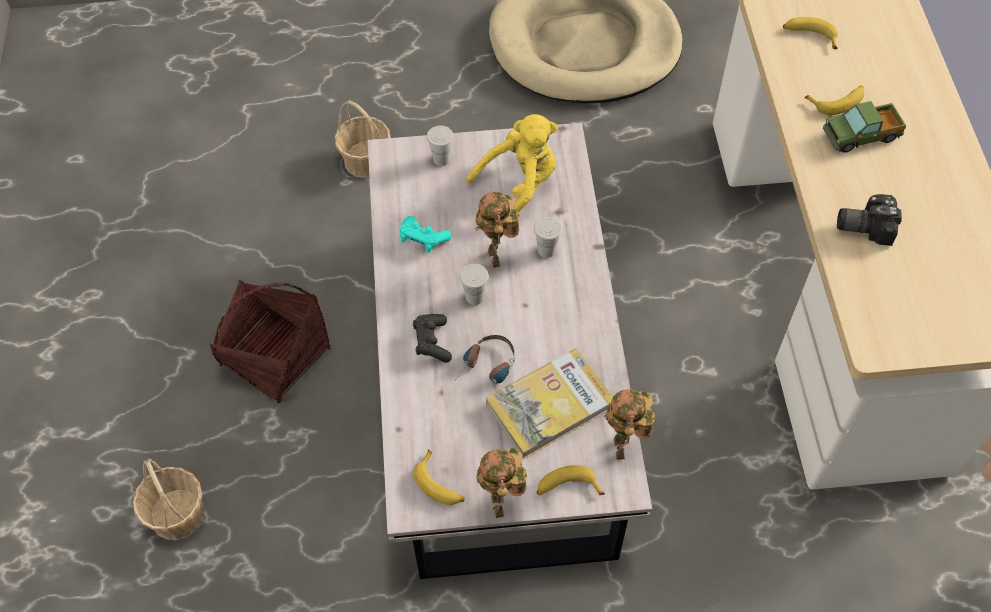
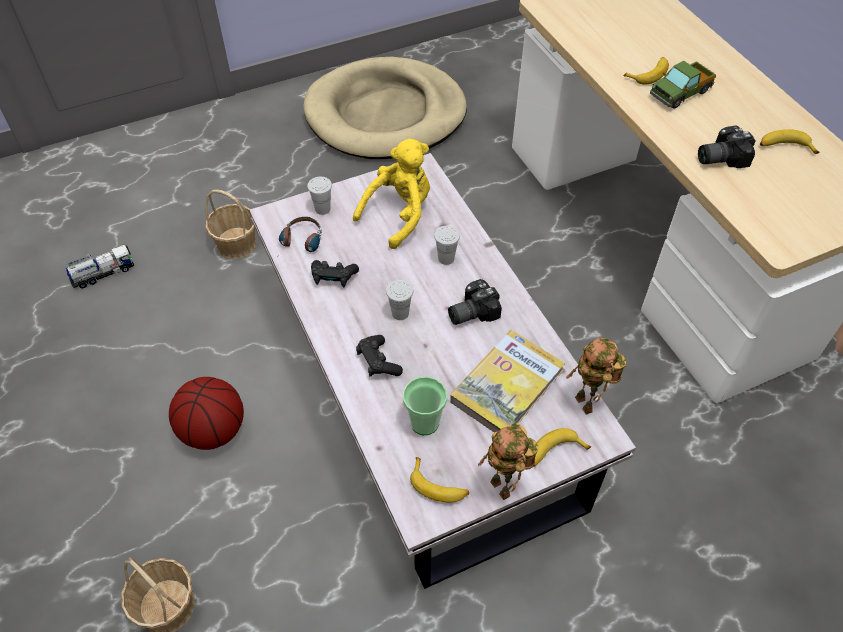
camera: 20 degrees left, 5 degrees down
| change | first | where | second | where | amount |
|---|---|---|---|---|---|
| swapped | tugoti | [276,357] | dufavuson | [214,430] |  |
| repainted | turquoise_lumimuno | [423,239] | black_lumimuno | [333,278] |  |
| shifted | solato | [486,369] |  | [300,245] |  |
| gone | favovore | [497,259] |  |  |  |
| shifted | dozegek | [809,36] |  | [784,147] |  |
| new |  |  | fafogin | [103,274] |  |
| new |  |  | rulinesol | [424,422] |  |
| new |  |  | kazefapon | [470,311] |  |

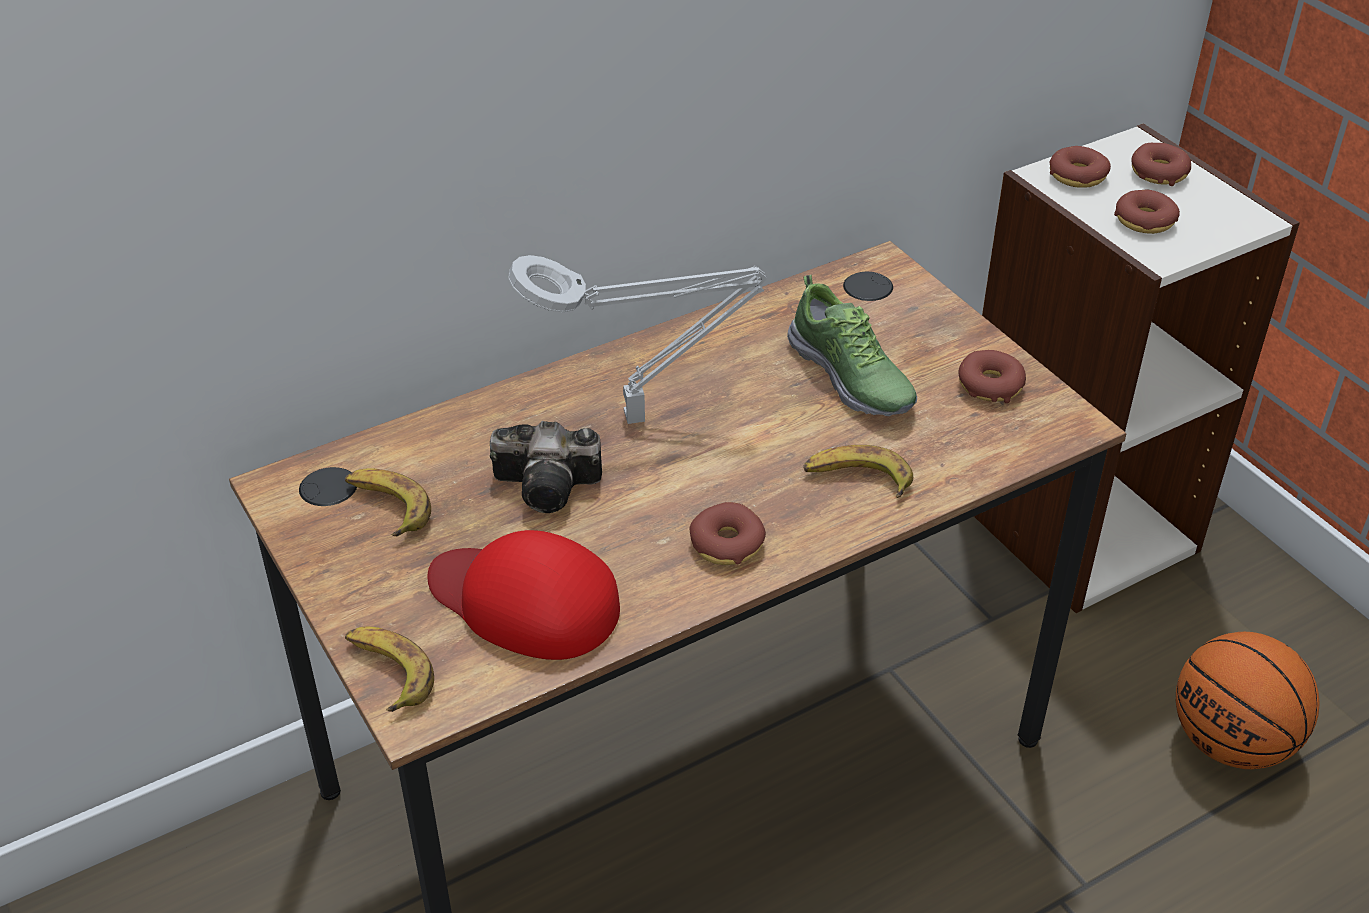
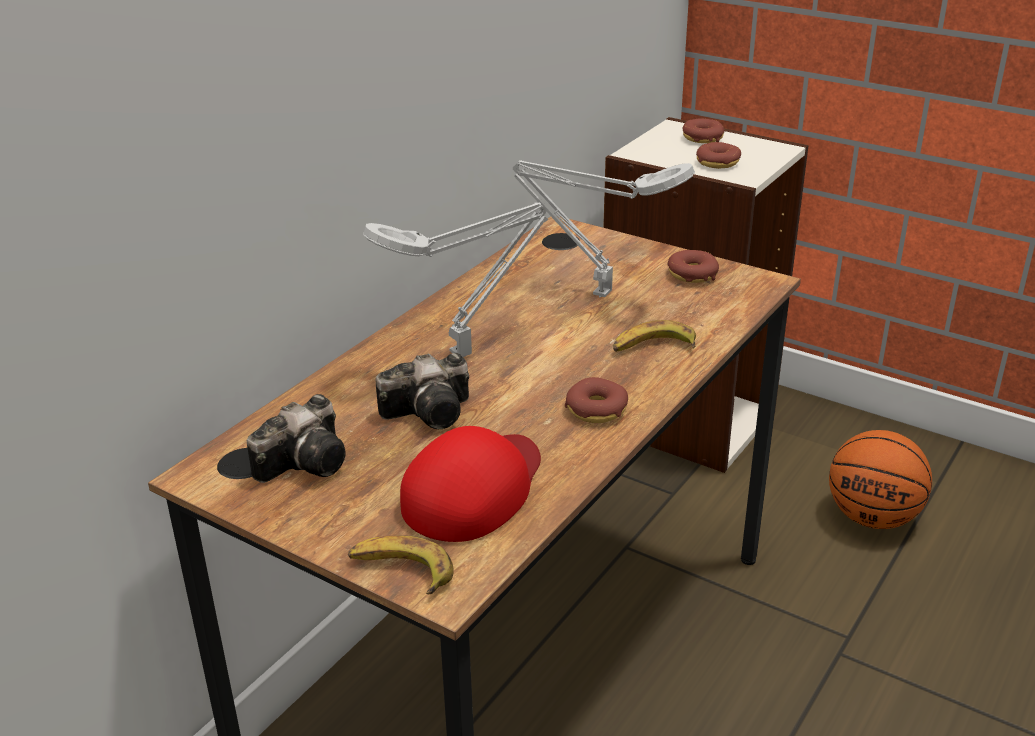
camera: 25 degrees left, 10 degrees down
| change | first | where | second | where | amount |
|---|---|---|---|---|---|
| swapped | dozegek | [387,506] | kazefapon | [308,461] |  |
| rotated | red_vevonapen | [525,601] |  | [474,489] | 120 degrees clockwise |
| swapped | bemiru | [851,378] | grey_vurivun | [596,293] |  |
| gone | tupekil | [1077,176] |  |  |  |

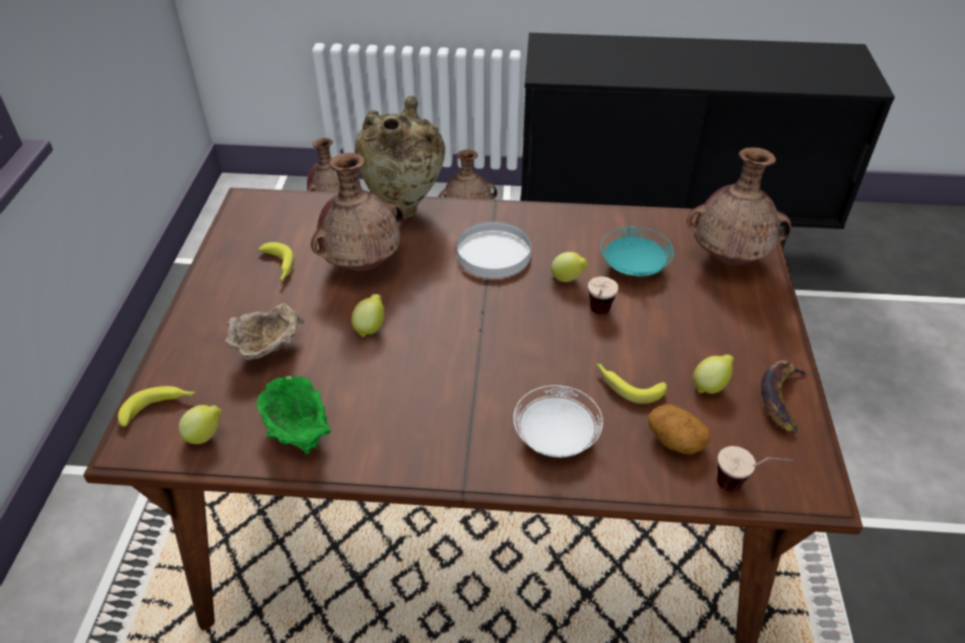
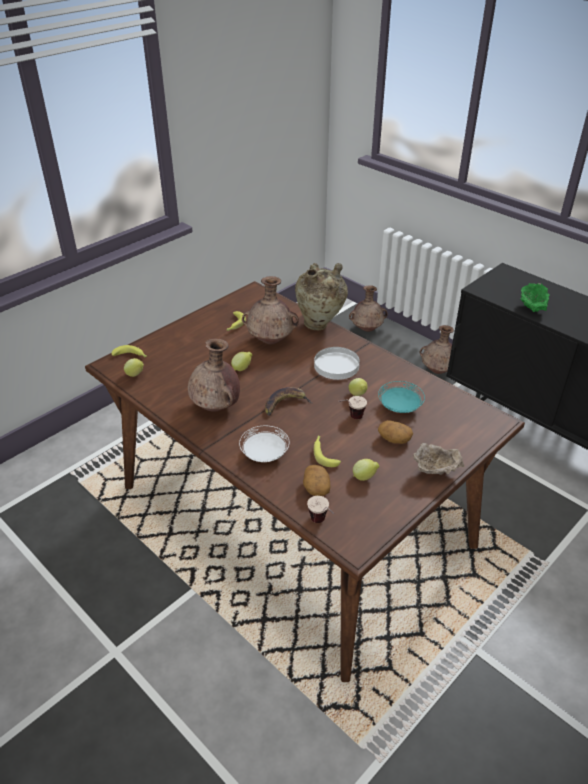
camera: 40 degrees right, 5 degrees down
| change | first | where | second | where | amount |
|---|---|---|---|---|---|
| shifted | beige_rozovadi | [269,349] |  | [436,471] |  |
| shifted | green_rozovadi | [298,432] |  | [531,308] |  |
| shifted | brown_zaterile | [730,258] |  | [216,407] |  |
| shifted | dozegek | [781,398] |  | [285,404] |  |
| new |  |  | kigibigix | [394,439] |  |

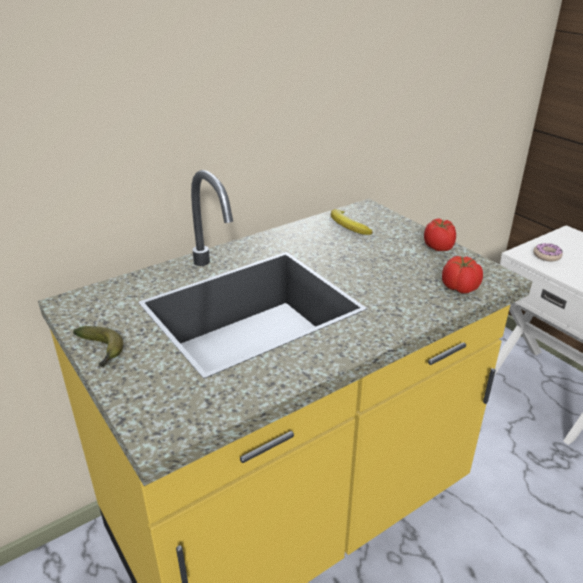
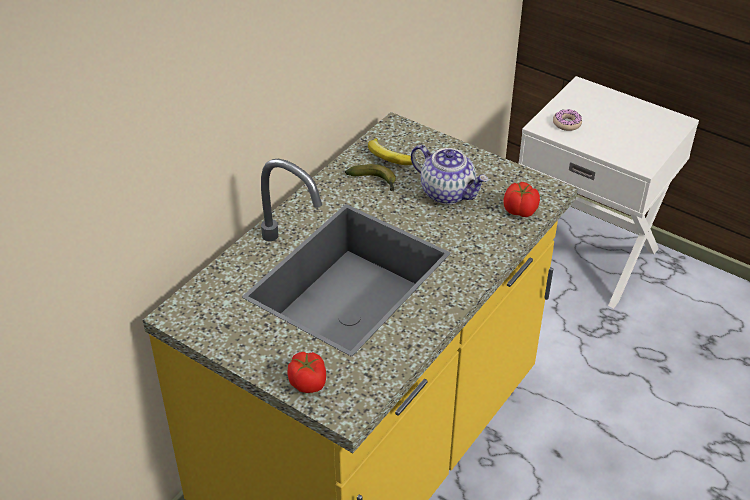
camera: 20 degrees left, 10 degrees up
| change | first | where | second | where | amount |
|---|---|---|---|---|---|
| shifted | dozegek | [101,351] |  | [375,182] |  |
| shifted | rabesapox | [438,247] |  | [308,383] |  |
| new |  |  | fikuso | [448,192] |  |

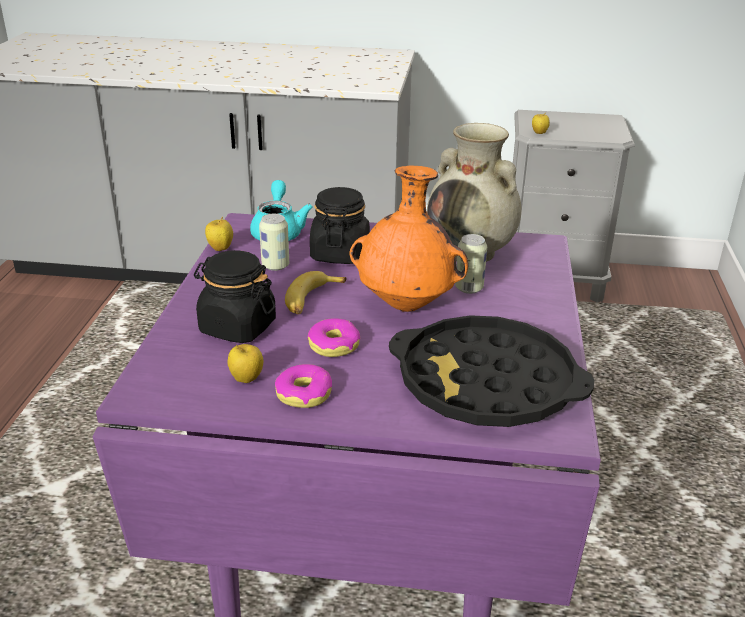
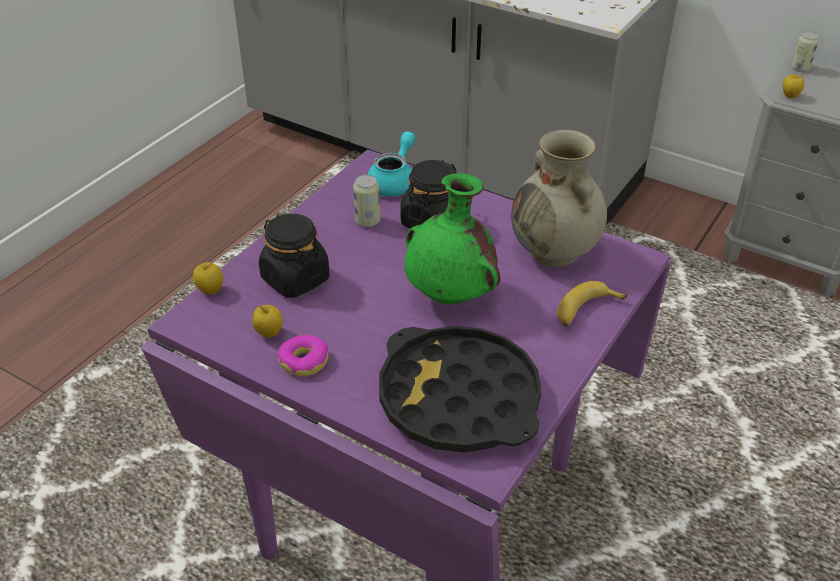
camera: 25 degrees right, 10 degrees up
| change | first | where | second | where | amount |
|---|---|---|---|---|---|
| shifted | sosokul | [220,248] |  | [210,291] |  |
| shifted | dozegek | [311,300] |  | [585,311] |  |
| gone | tupekil | [334,345] |  |  |  |
| repainted | orange_zaterile | [407,305] | green_zaterile | [451,296] |  |
| shifted | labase | [469,288] |  | [800,68] |  |

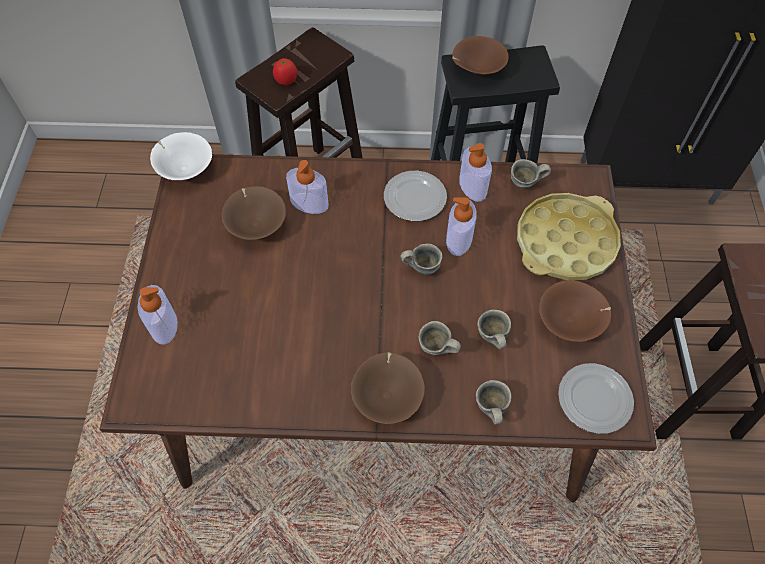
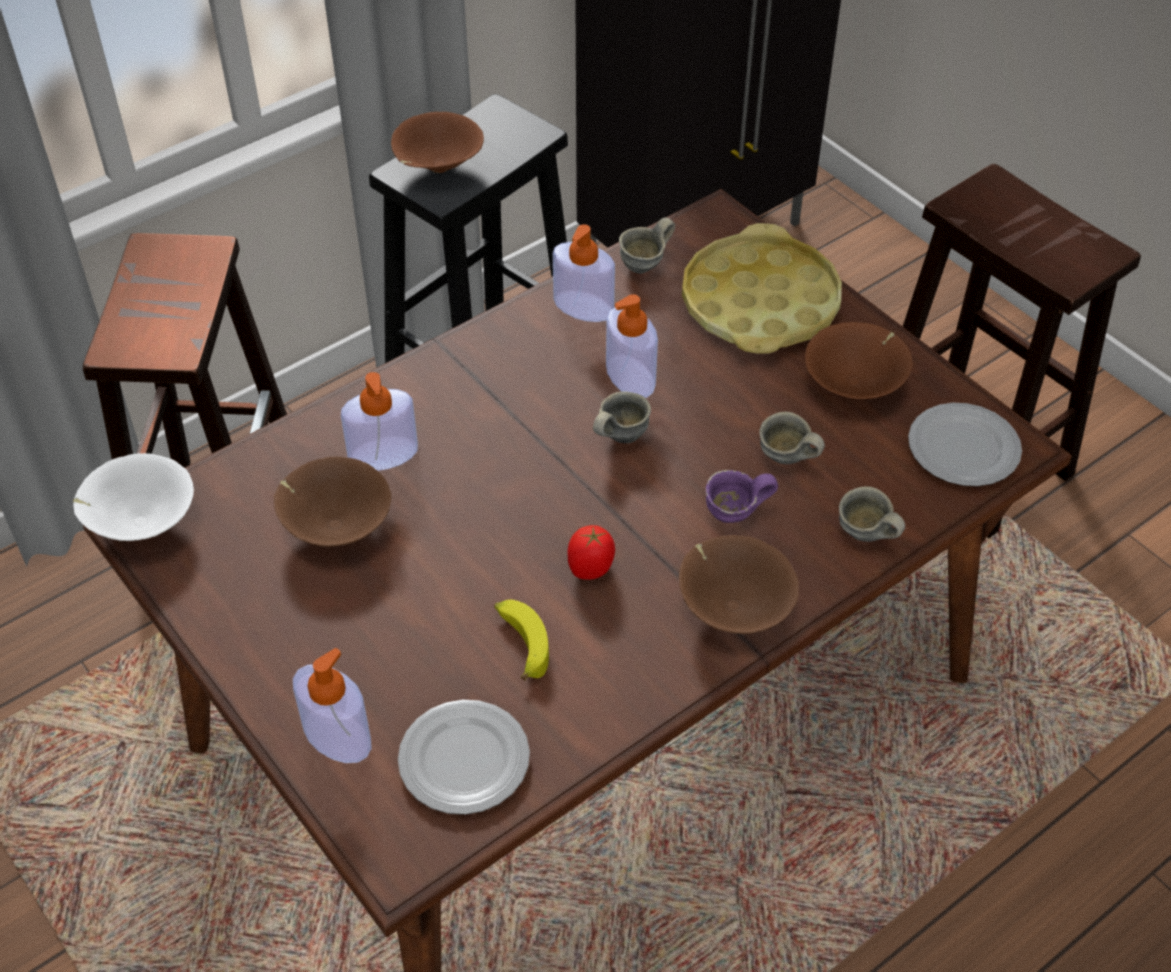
camera: 40 degrees left, 10 degrees down
| change | first | where | second | where | amount |
|---|---|---|---|---|---|
| shifted | rabesapox | [286,81] |  | [591,569] |  |
| shifted | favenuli | [414,198] |  | [463,761] |  |
| repainted | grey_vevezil | [436,350] | purple_vevezil | [735,517] |  |
| new |  |  | dozegek | [521,643] |  |

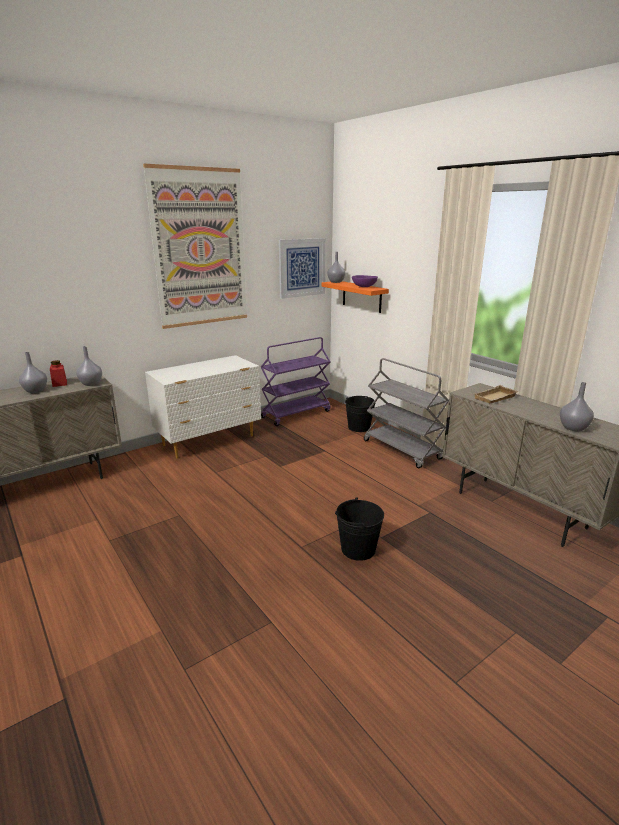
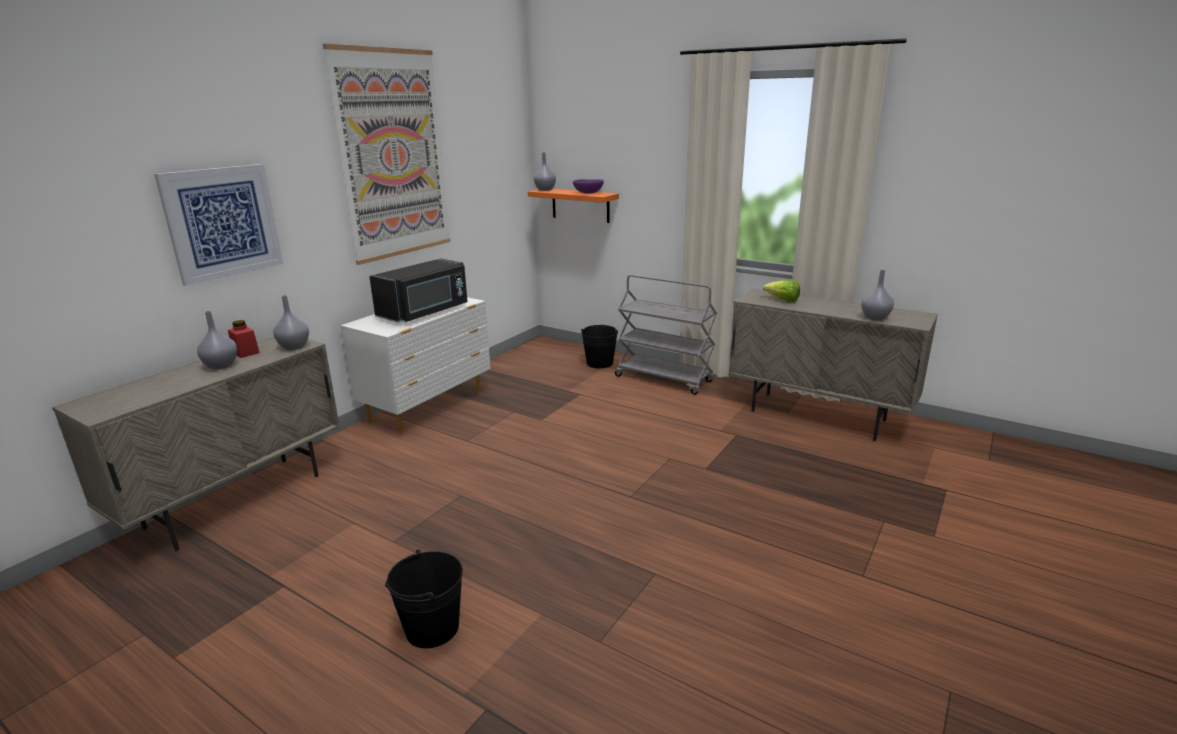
camera: 20 degrees left, 0 degrees up
| change | first | where | second | where | amount |
|---|---|---|---|---|---|
| gone | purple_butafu | [296,414] |  |  |  |
| shifted | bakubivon | [302,268] |  | [223,222] |  |
| shifted | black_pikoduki | [358,549] |  | [432,628] |  |
| swapped | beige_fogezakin | [495,398] | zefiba | [782,301] |  |
| new |  |  | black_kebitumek | [425,312] |  |

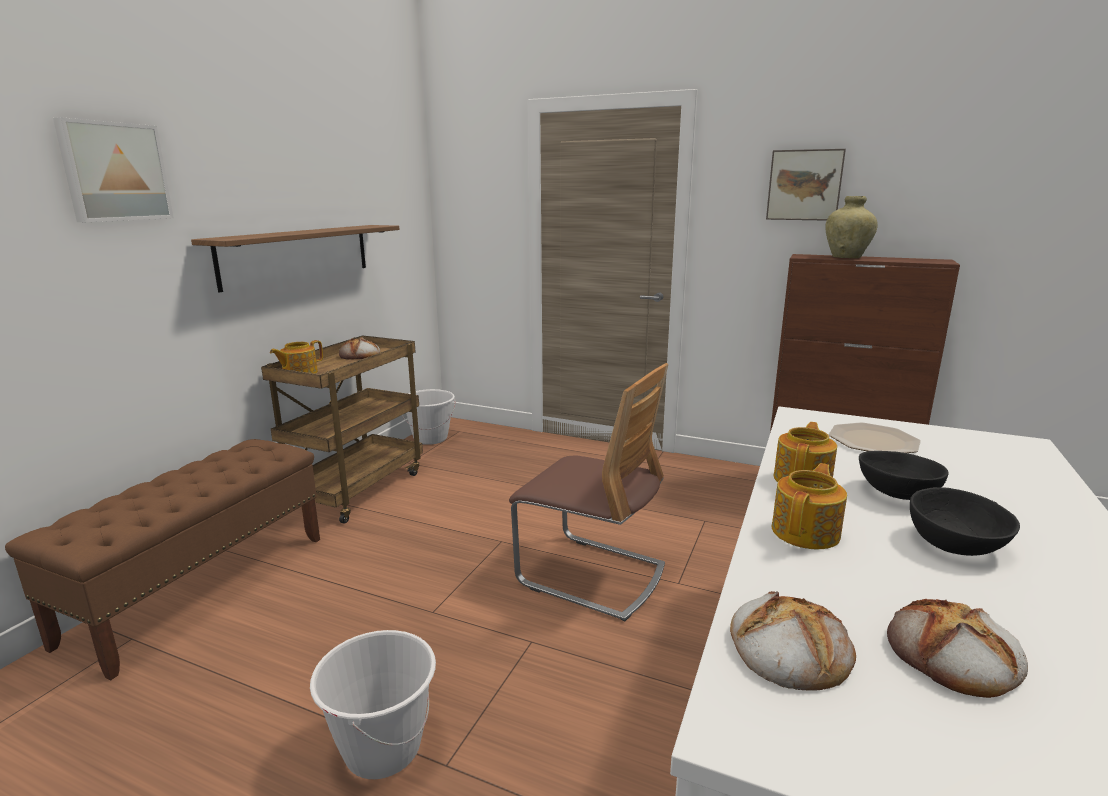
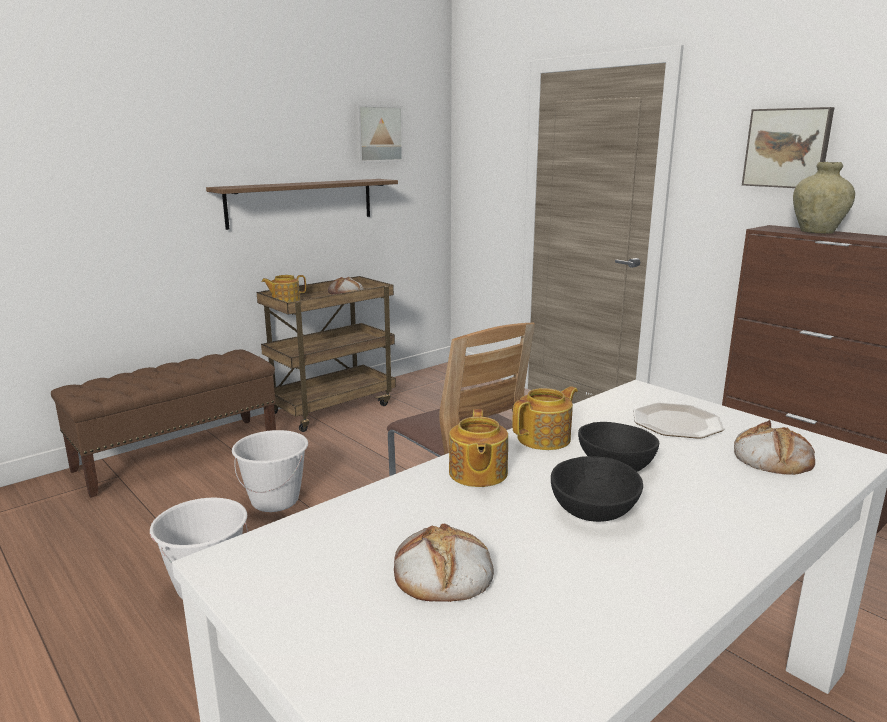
camera: 25 degrees right, 0 degrees up
| change | first | where | second | where | amount |
|---|---|---|---|---|---|
| shifted | bakubivon | [114,172] |  | [377,133] |  |
| shifted | white_pikoduki | [430,438] |  | [275,500] |  |
| shifted | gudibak | [788,648] |  | [771,457] |  |
| rotated | fikuso | [806,532] |  | [477,474] | 120 degrees clockwise |

